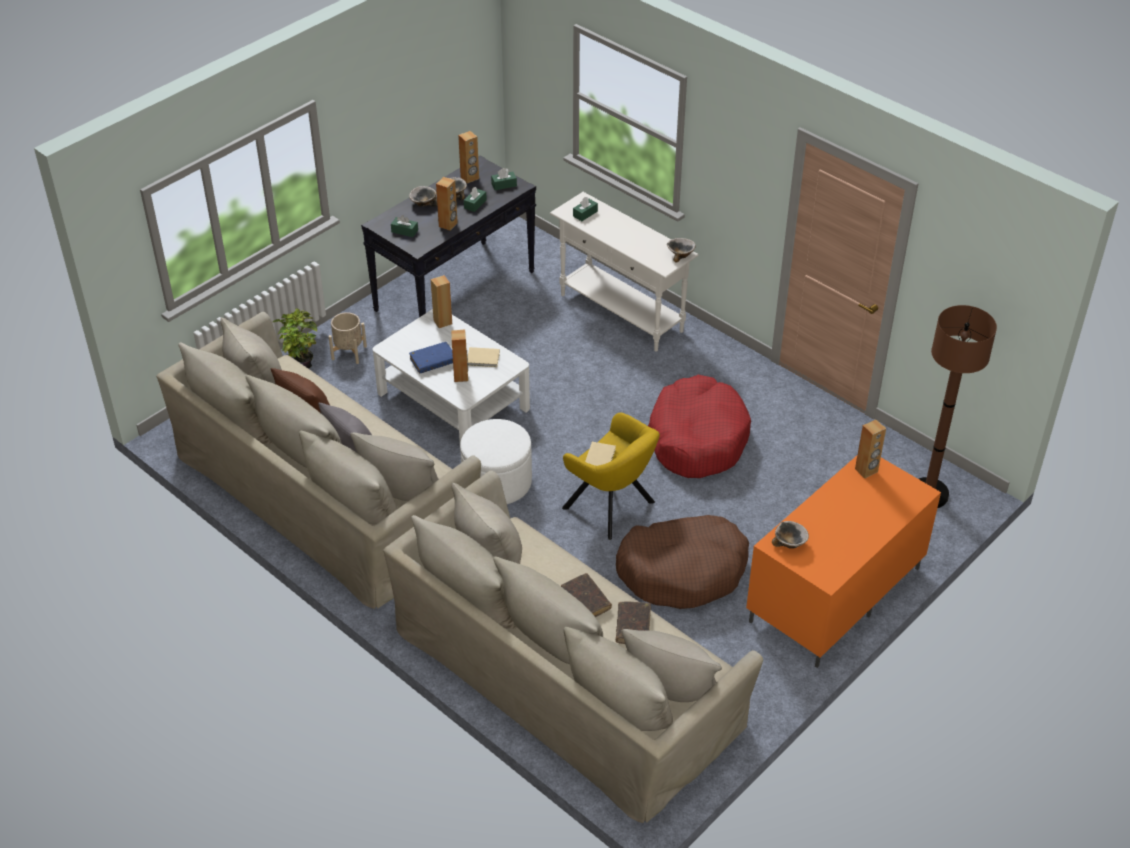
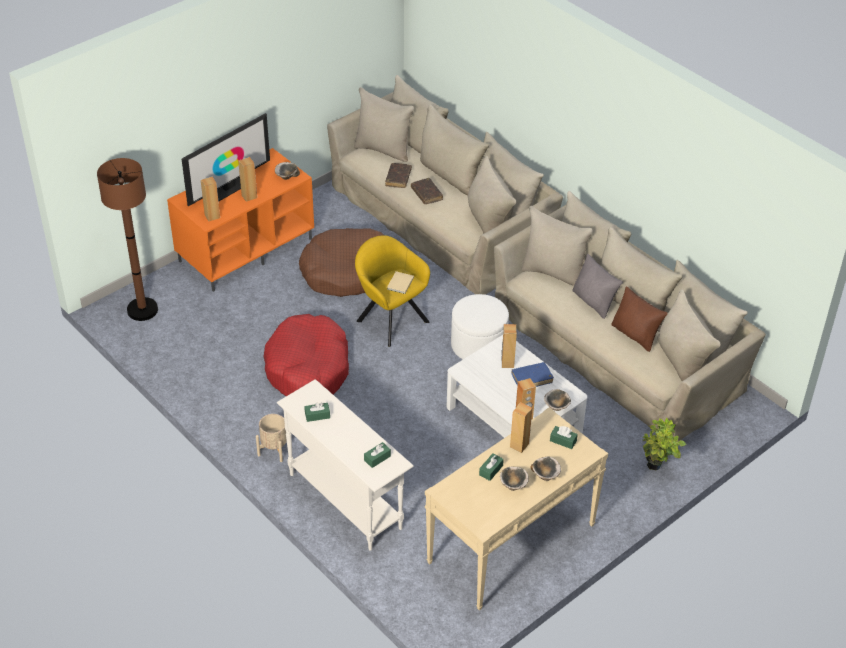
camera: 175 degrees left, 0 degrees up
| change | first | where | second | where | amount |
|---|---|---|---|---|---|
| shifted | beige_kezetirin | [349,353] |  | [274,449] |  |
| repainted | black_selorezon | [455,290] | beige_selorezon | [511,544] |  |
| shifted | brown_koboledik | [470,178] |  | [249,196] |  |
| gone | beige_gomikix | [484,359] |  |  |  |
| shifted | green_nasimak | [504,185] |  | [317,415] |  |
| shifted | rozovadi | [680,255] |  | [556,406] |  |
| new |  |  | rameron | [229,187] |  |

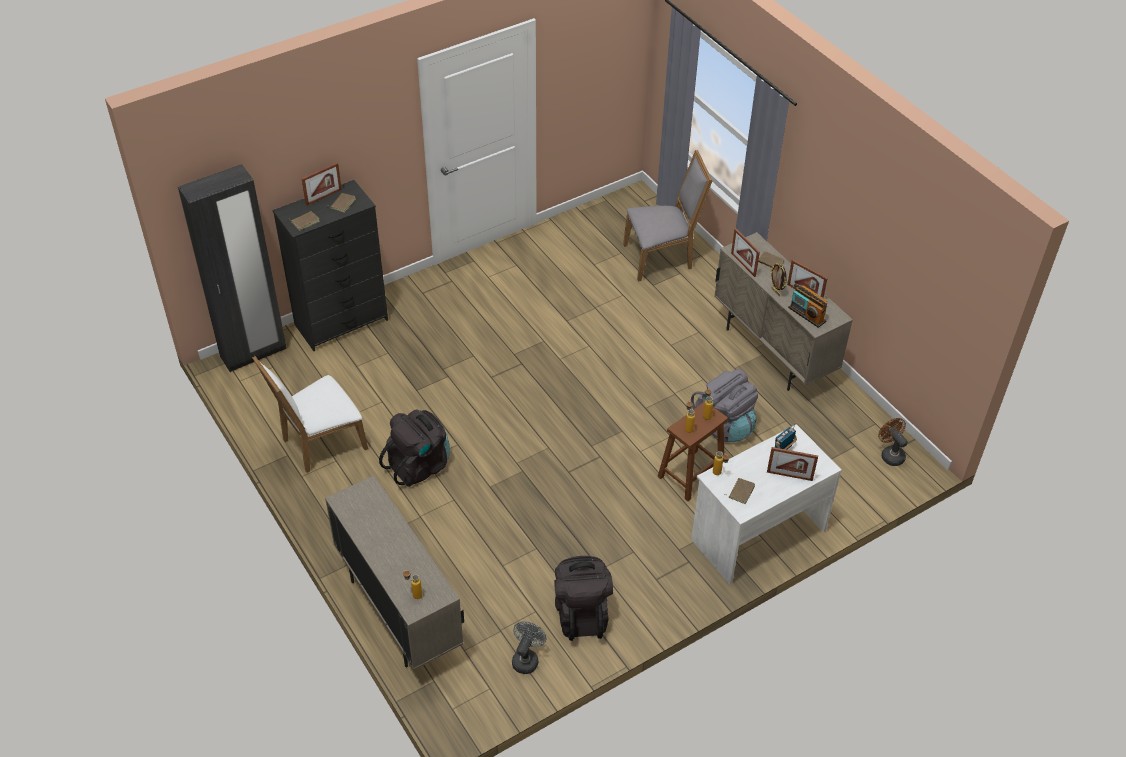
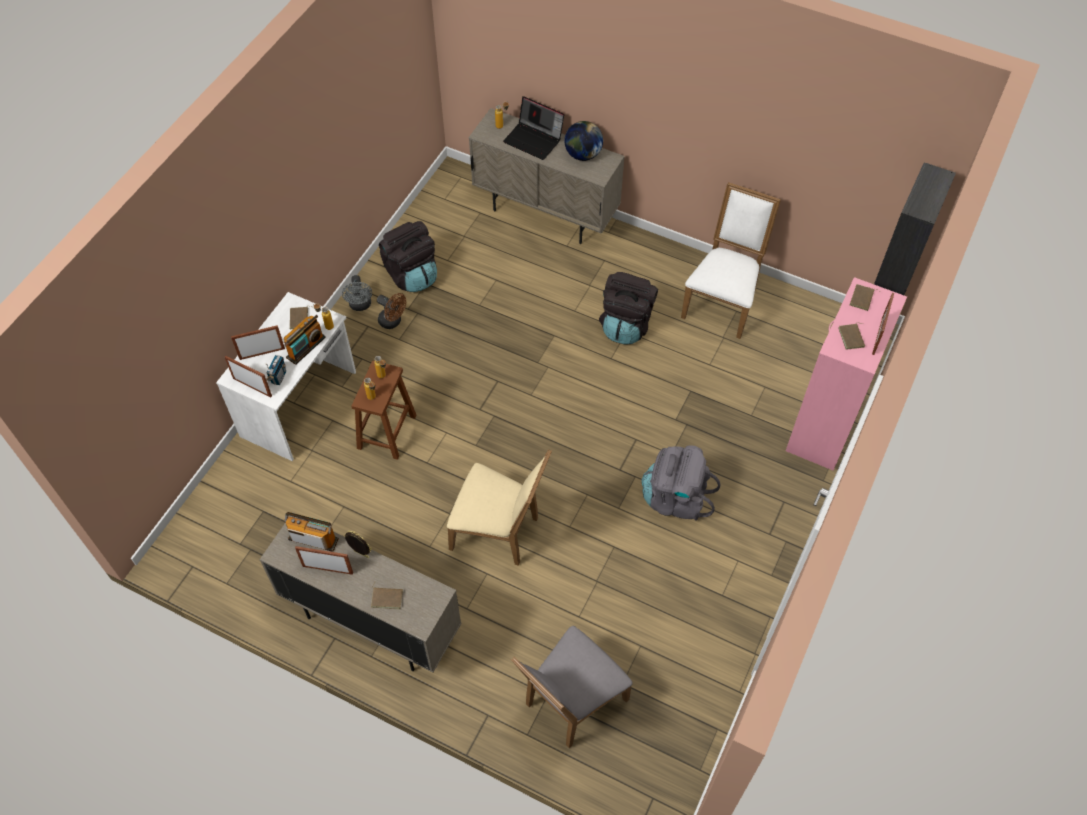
camera: 150 degrees right, 10 degrees up
| change | first | where | second | where | amount |
|---|---|---|---|---|---|
| repainted | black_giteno | [342,322] | pink_giteno | [824,425] |  |
| shifted | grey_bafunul | [526,658] |  | [360,305] |  |
| shifted | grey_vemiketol | [724,425] |  | [675,498] |  |
| shifted | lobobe | [743,264] |  | [252,387] |  |
| shifted | brown_bafunul | [890,454] |  | [393,322] |  |
| new |  |  | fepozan | [306,347] |  |
| new |  |  | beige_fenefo | [500,532] |  |
| new |  |  | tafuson | [534,140] |  |
| new |  |  | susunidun | [583,155] |  |

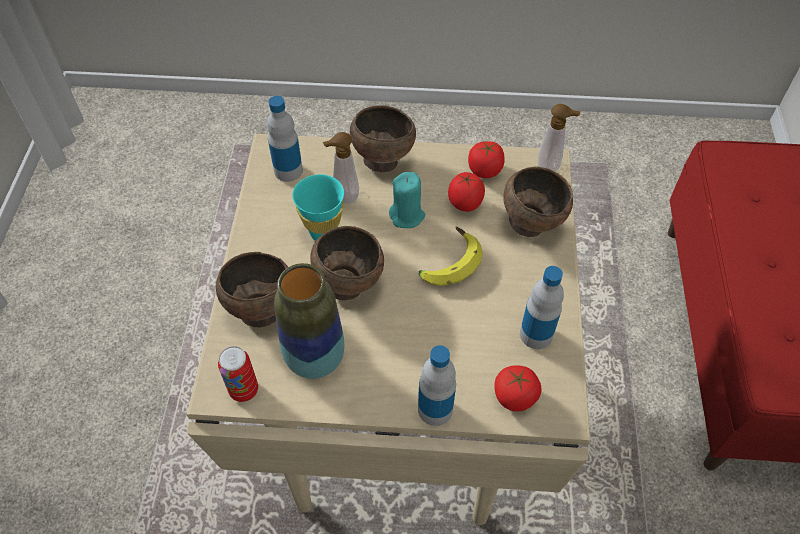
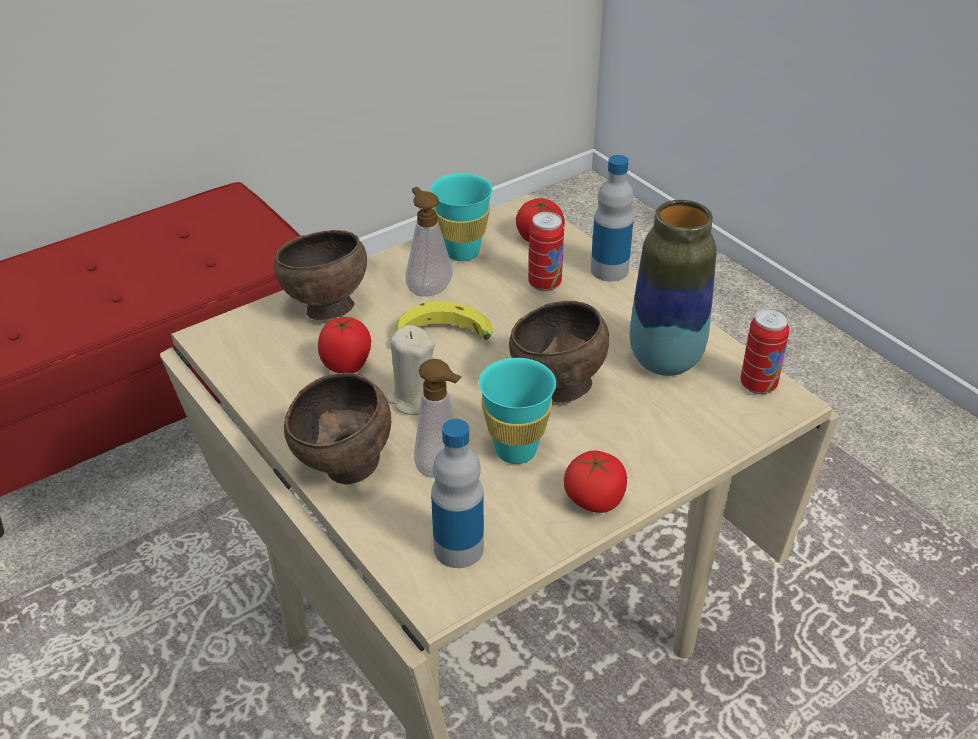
camera: 130 degrees left, 15 degrees down
| change | first | where | second | where | amount |
|---|---|---|---|---|---|
| gone | brown_rozovadi | [260,310] |  |  |  |
| repainted | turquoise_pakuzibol | [407,216] | beige_pakuzibol | [413,399] |  |
| shifted | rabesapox | [485,170] |  | [594,499] |  |
| swapped | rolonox | [536,334] | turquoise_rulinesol | [462,252] |  |
| shifted | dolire | [550,168] |  | [428,289] |  |
| new |  |  | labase | [544,284] |  |

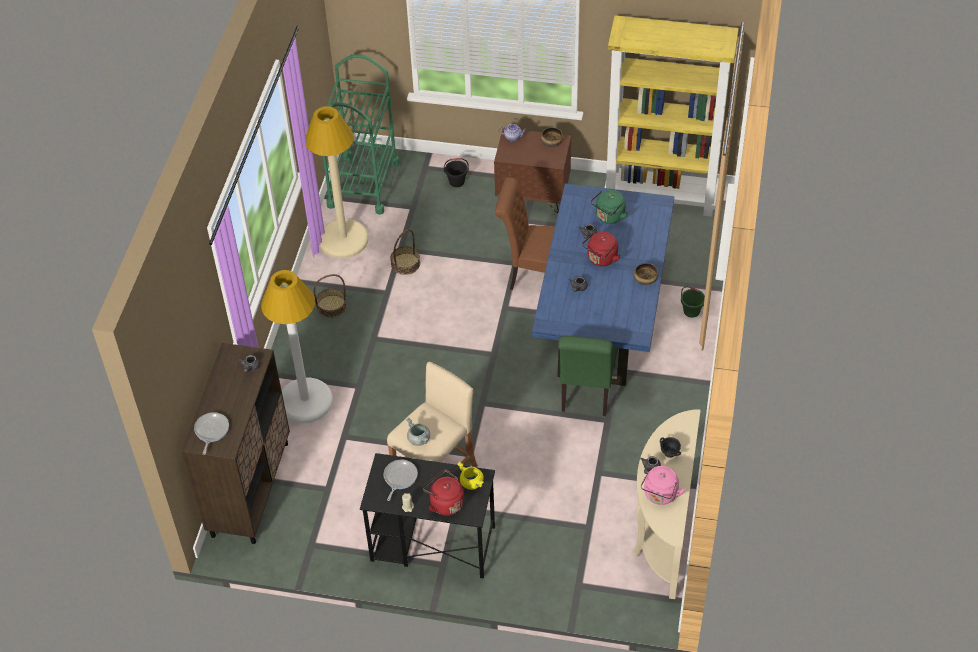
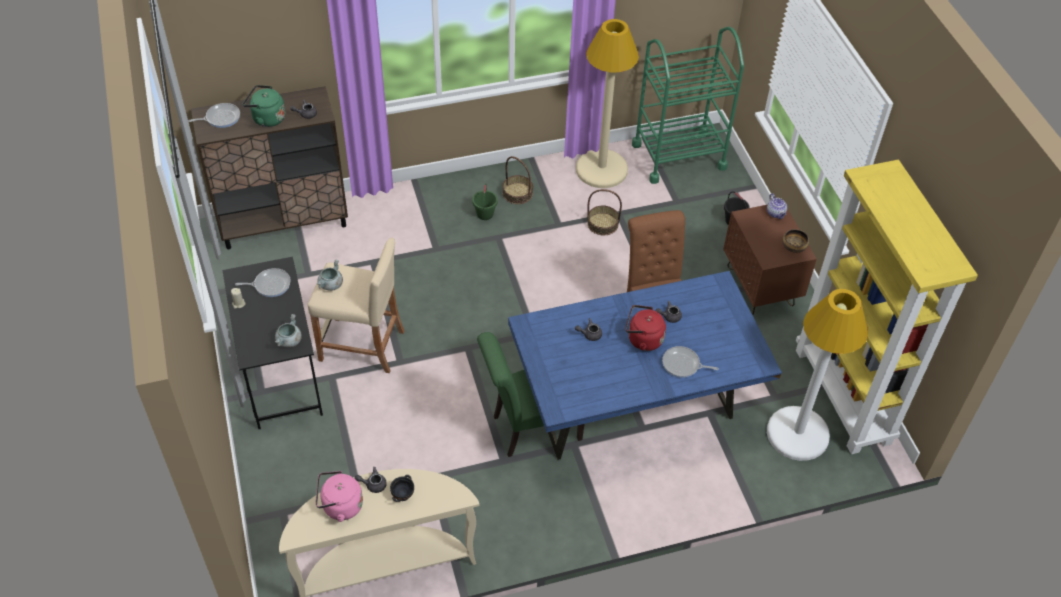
camera: 60 degrees right, 0 degrees up
| change | first | where | second | where | amount |
|---|---|---|---|---|---|
| shifted | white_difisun | [305,401] |  | [797,434] |  |
| gone | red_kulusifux | [445,503] |  |  |  |
| repainted | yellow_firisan | [472,482] | grey_firisan | [289,341] |  |
| shifted | green_kulusifux | [609,217] |  | [266,118] |  |
| gone | rozovadi | [645,279] |  |  |  |
| shifted | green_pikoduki | [691,311] |  | [485,214] |  |
| new |  |  | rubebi | [683,365] |  |

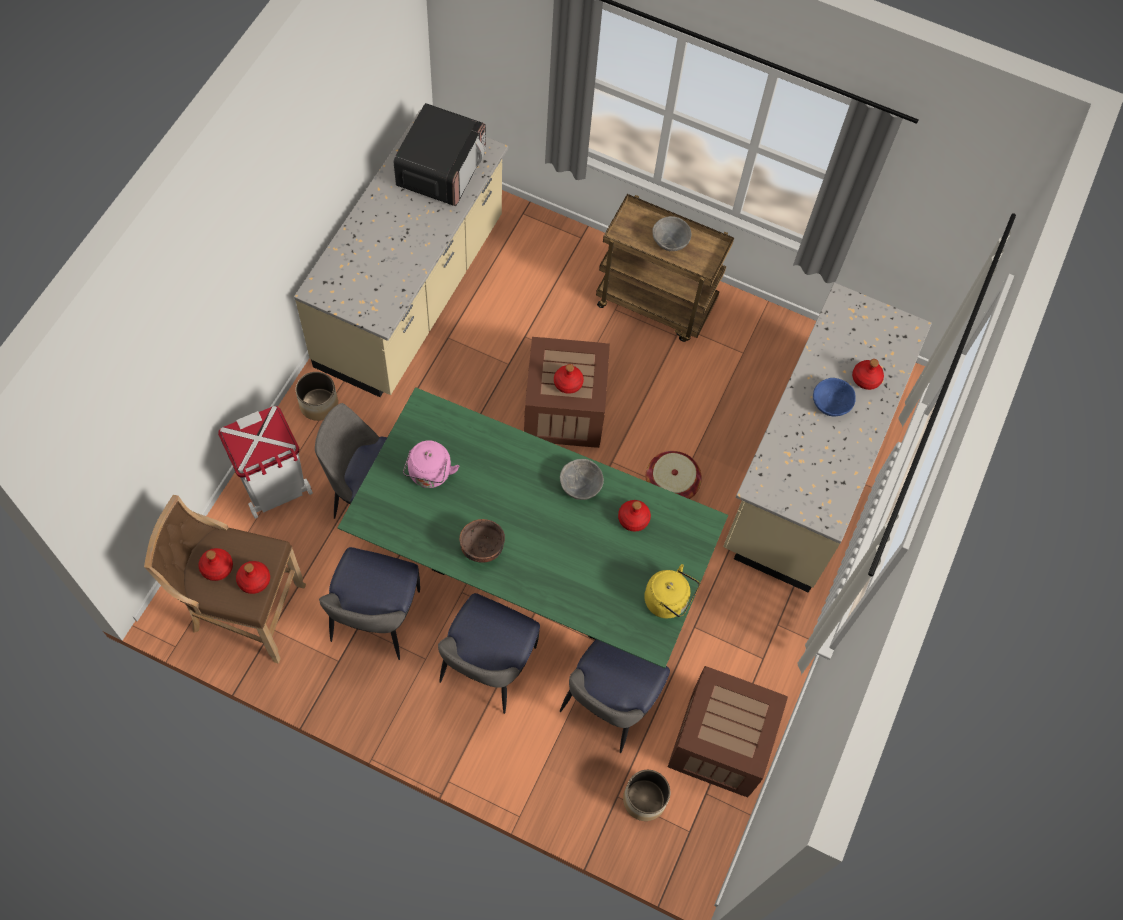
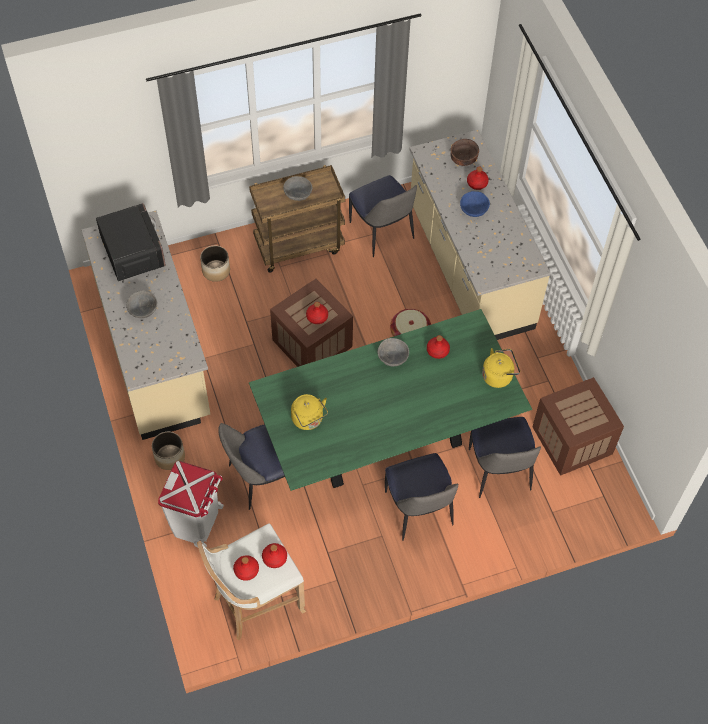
camera: 40 degrees left, 5 degrees down
| change | first | where | second | where | amount |
|---|---|---|---|---|---|
| repainted | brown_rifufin | [244,611] | white_rifufin | [255,602] |  |
| shifted | fenefo | [375,619] |  | [382,232] |  |
| repainted | pink_kulusifux | [429,475] | yellow_kulusifux | [309,420] |  |
| shifted | brown_rozovadi | [482,549] |  | [463,161] |  |
| shifted | kezetirin | [644,799] |  | [216,270] |  |
| new |  |  | grey_rozovadi | [143,309] |  |

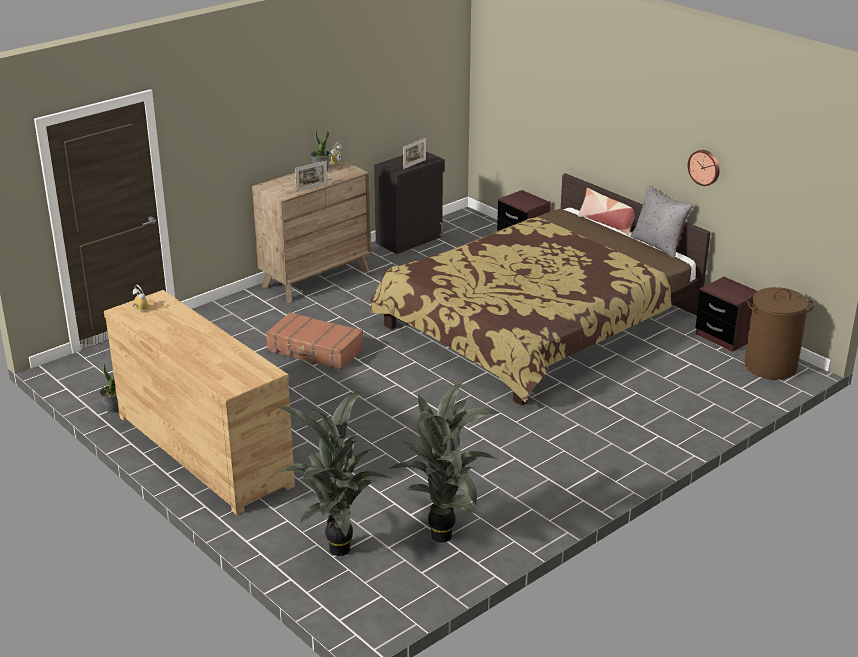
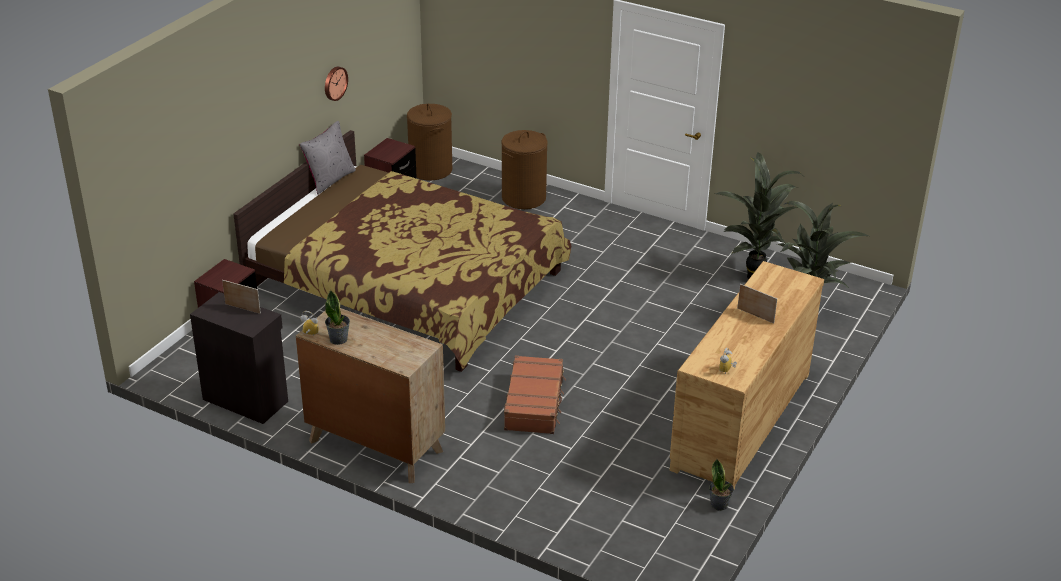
camera: 110 degrees left, 5 degrees up
| change | first | where | second | where | amount |
|---|---|---|---|---|---|
| shifted | lobobe | [311,188] |  | [755,315] |  |
| gone | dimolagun | [606,223] |  |  |  |
| new |  |  | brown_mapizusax | [523,198] |  |

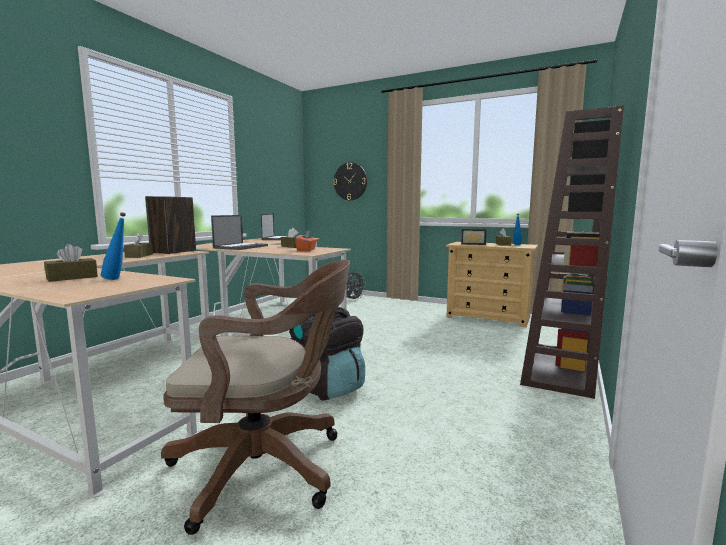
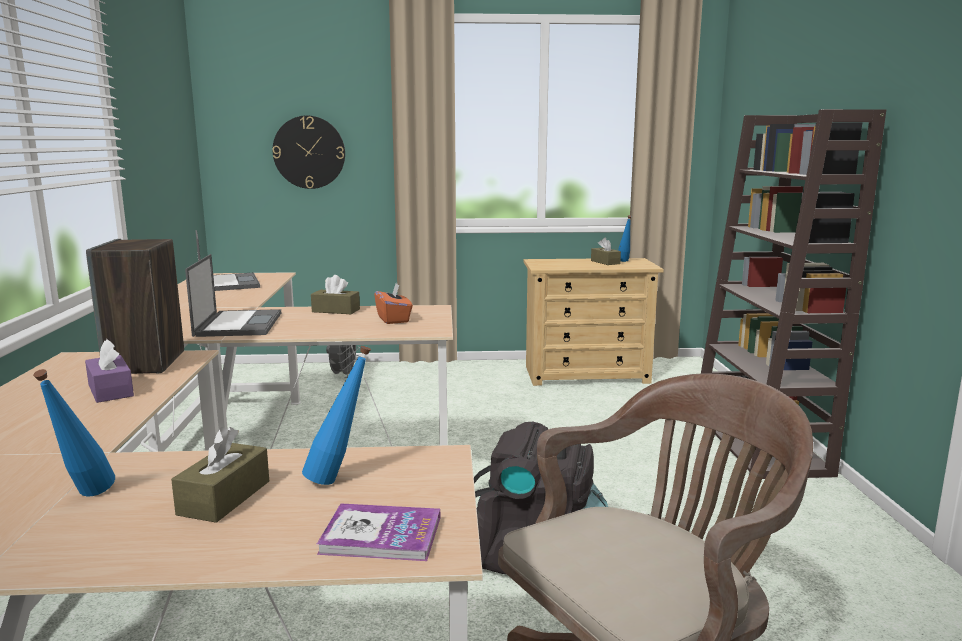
camera: 30 degrees left, 5 degrees up
| change | first | where | second | where | amount |
|---|---|---|---|---|---|
| repainted | brown_nasimak | [139,256] | purple_nasimak | [110,390] |  |
| gone | lobobe | [473,244] |  |  |  |
| new |  |  | blue_rolonox | [84,498] |  |
| new |  |  | gomikix | [381,535] |  |

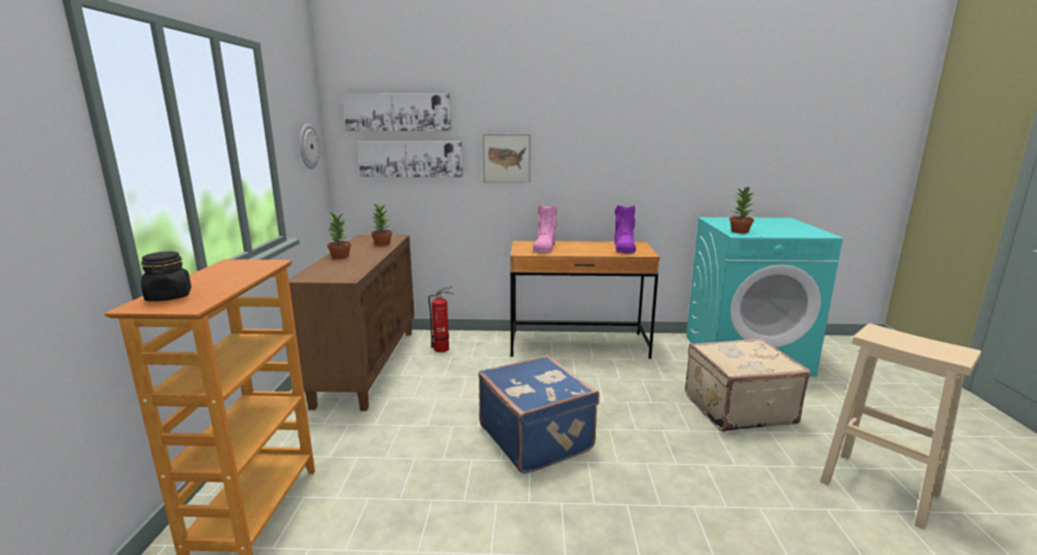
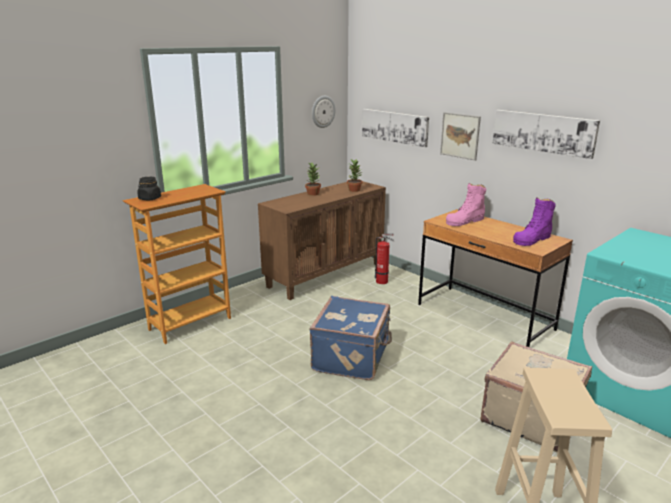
camera: 45 degrees right, 5 degrees up
| change | first | where | second | where | amount |
|---|---|---|---|---|---|
| shifted | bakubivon | [398,112] |  | [543,132] |  |
| gone | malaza | [739,231] |  |  |  |

